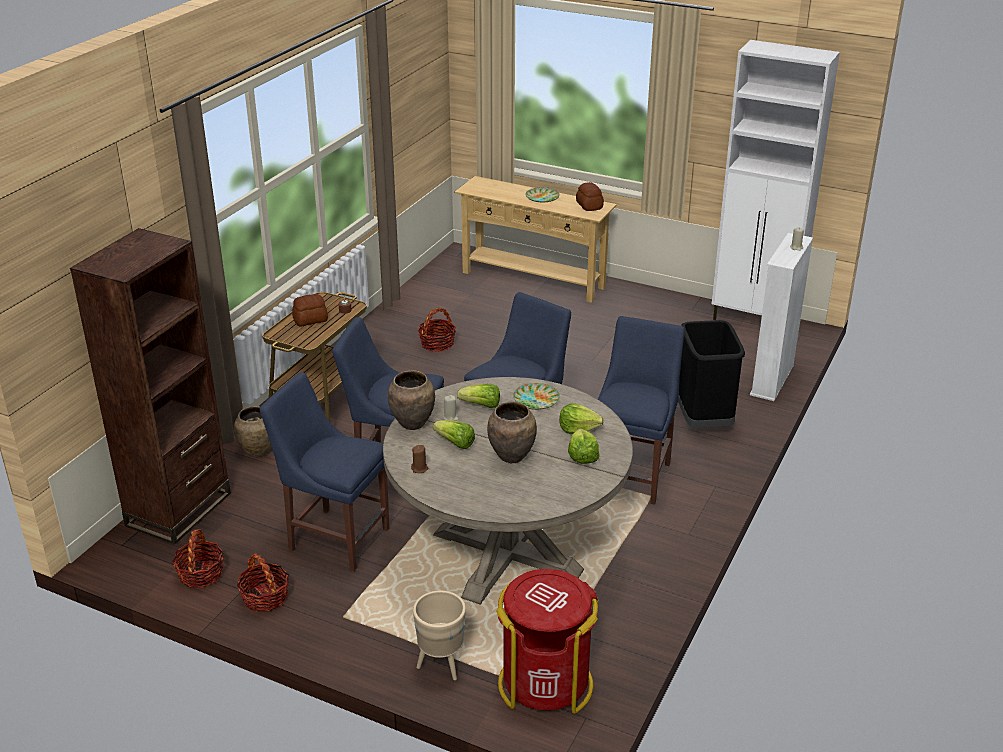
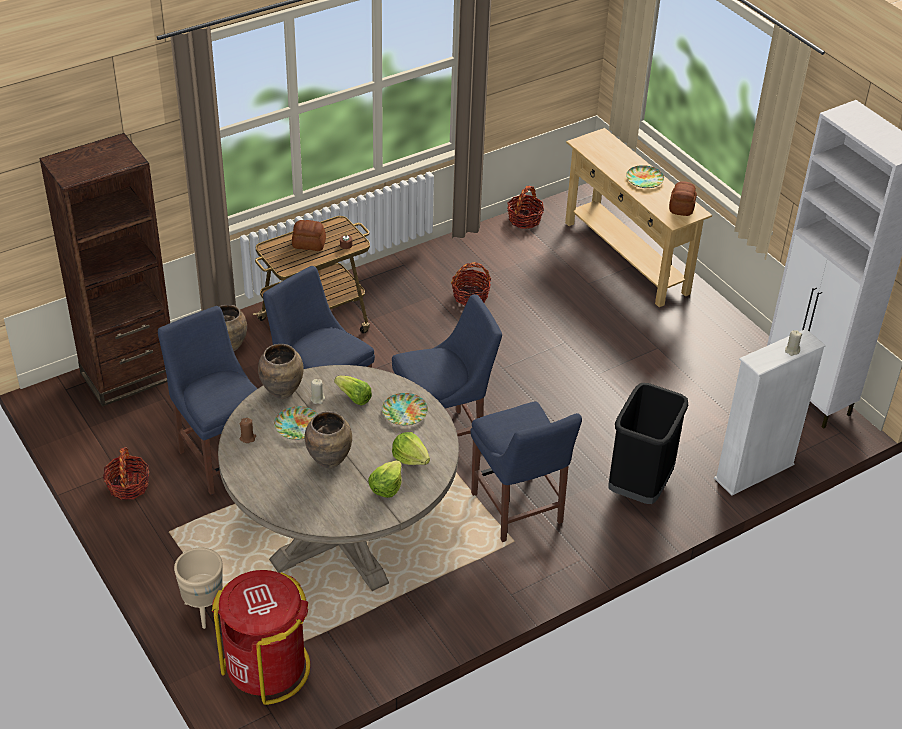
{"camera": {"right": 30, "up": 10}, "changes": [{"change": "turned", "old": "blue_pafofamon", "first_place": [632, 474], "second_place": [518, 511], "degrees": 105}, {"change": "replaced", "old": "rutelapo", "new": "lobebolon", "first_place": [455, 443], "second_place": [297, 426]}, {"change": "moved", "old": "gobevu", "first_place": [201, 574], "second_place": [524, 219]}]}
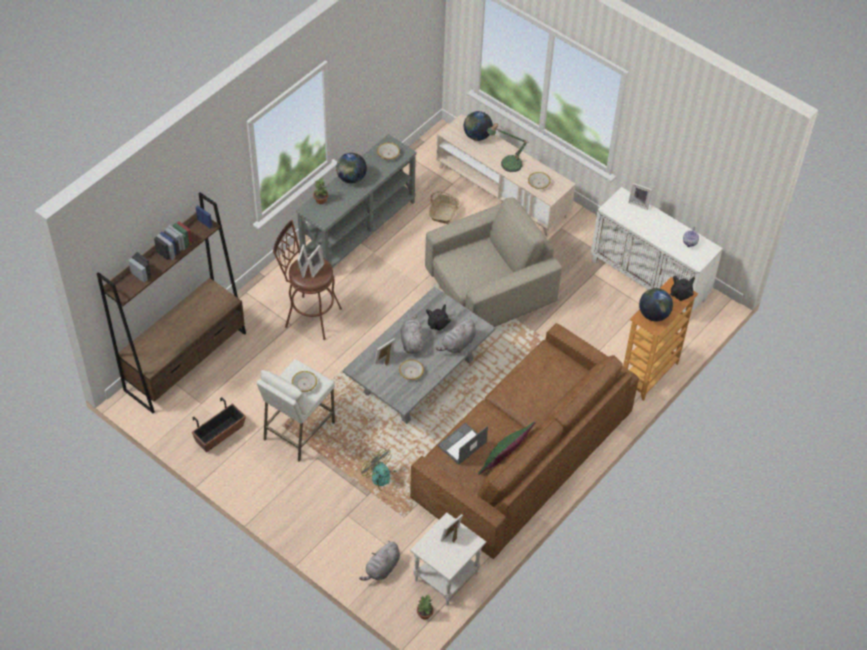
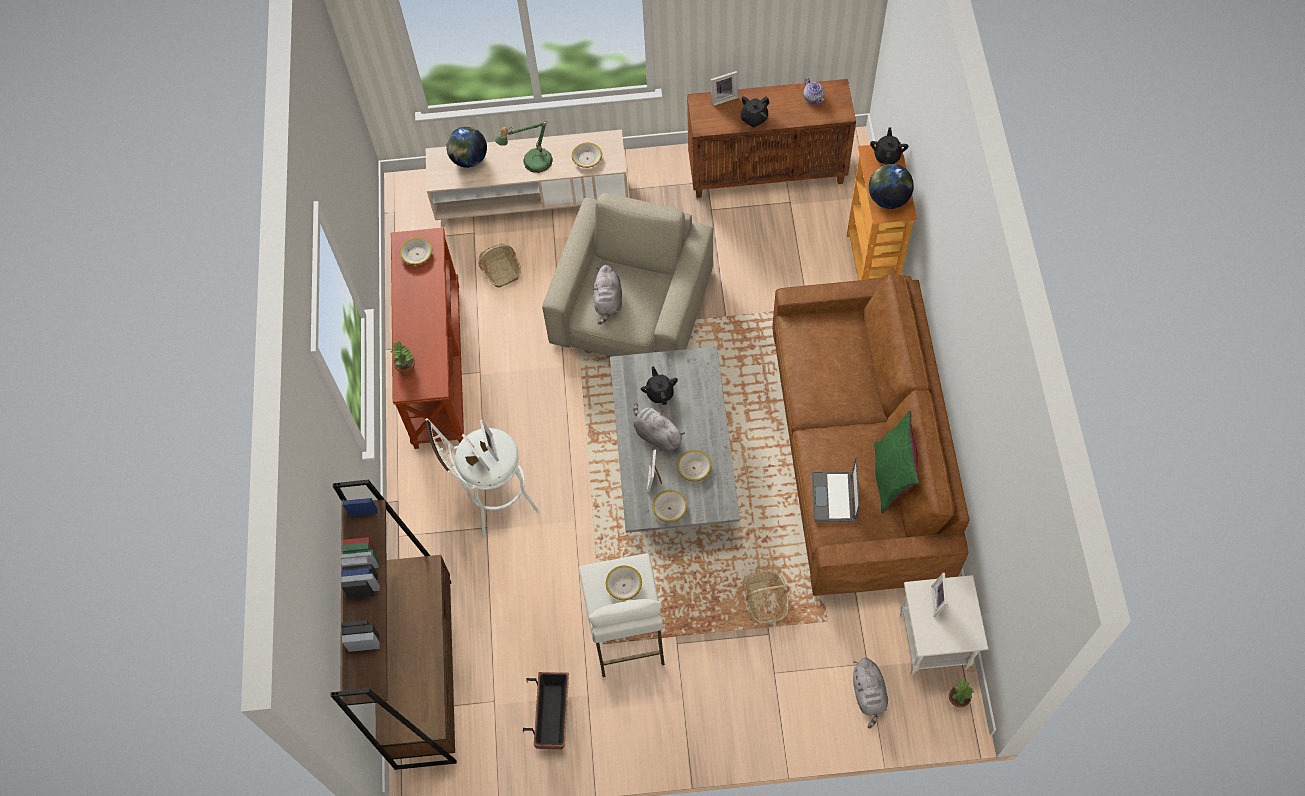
{"camera": {"right": -40, "up": 10}, "changes": [{"change": "recoloured", "old": "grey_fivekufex", "new": "brown_fivekufex", "first_place": [358, 230], "second_place": [436, 364]}, {"change": "removed", "old": "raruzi", "first_place": [351, 178]}, {"change": "recoloured", "old": "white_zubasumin", "new": "brown_zubasumin", "first_place": [649, 280], "second_place": [767, 171]}, {"change": "recoloured", "old": "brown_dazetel", "new": "white_dazetel", "first_place": [309, 315], "second_place": [493, 501]}, {"change": "moved", "old": "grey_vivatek", "first_place": [457, 344], "second_place": [608, 302]}, {"change": "replaced", "old": "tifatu", "new": "gobevu", "first_place": [385, 479], "second_place": [765, 600]}, {"change": "added", "new": "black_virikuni", "second_place": [753, 118]}, {"change": "added", "new": "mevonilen", "second_place": [669, 508]}]}
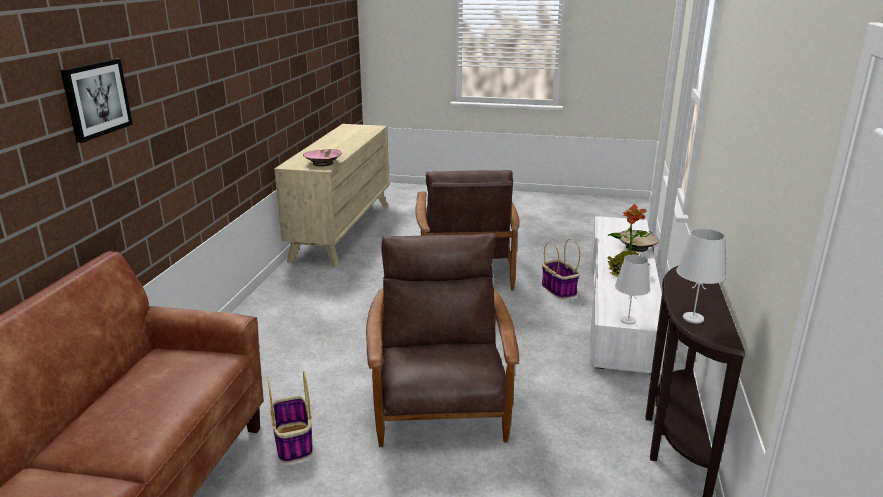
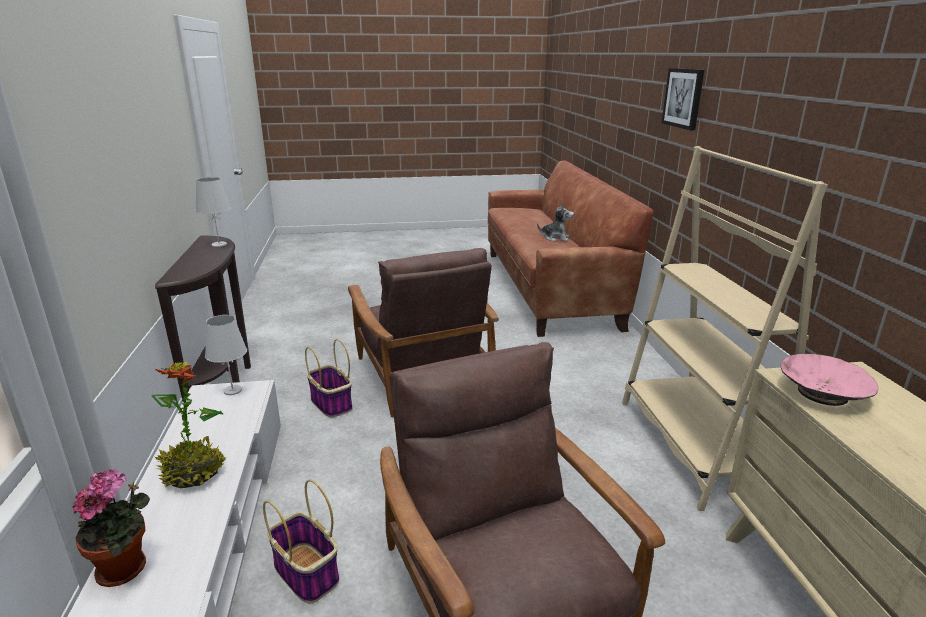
{"camera": {"right": 160, "up": 0}, "changes": [{"change": "replaced", "old": "beige_mevonilen", "new": "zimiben", "first_place": [636, 247], "second_place": [126, 568]}, {"change": "moved", "old": "gobevu", "first_place": [294, 443], "second_place": [330, 403]}, {"change": "added", "new": "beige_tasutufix", "second_place": [695, 445]}, {"change": "added", "new": "vivatek", "second_place": [555, 238]}]}
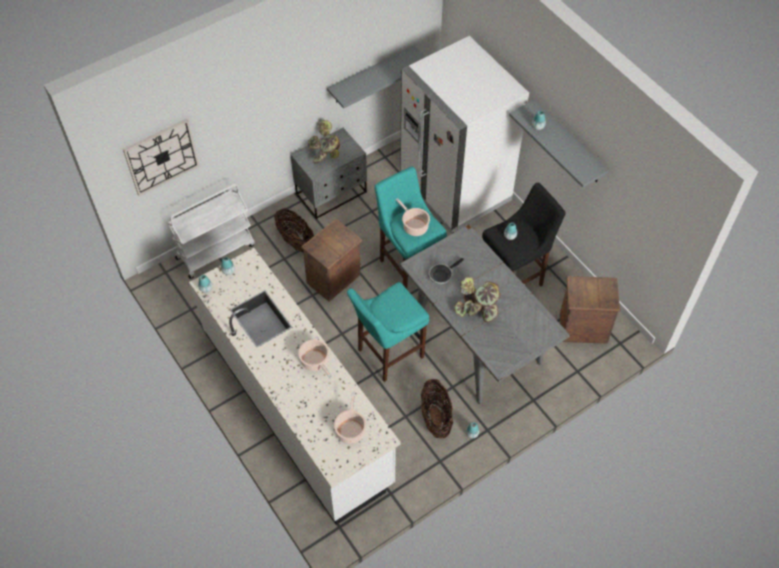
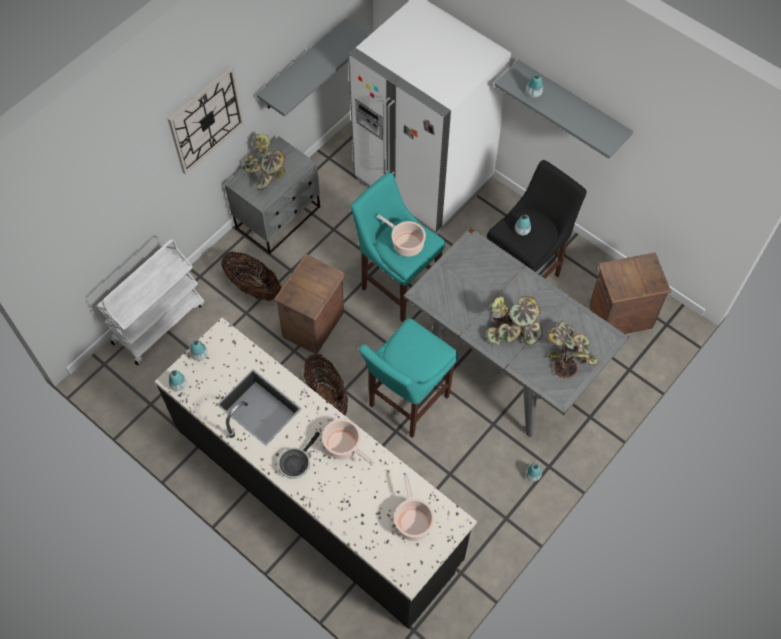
{"camera": {"right": -15, "up": 5}, "changes": [{"change": "moved", "old": "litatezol", "first_place": [161, 157], "second_place": [206, 120]}, {"change": "recoloured", "old": "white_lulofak", "new": "black_lulofak", "first_place": [297, 406], "second_place": [318, 493]}, {"change": "moved", "old": "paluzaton", "first_place": [442, 275], "second_place": [296, 462]}, {"change": "moved", "old": "gobevu", "first_place": [435, 417], "second_place": [326, 397]}, {"change": "added", "new": "zimiben", "second_place": [568, 355]}]}
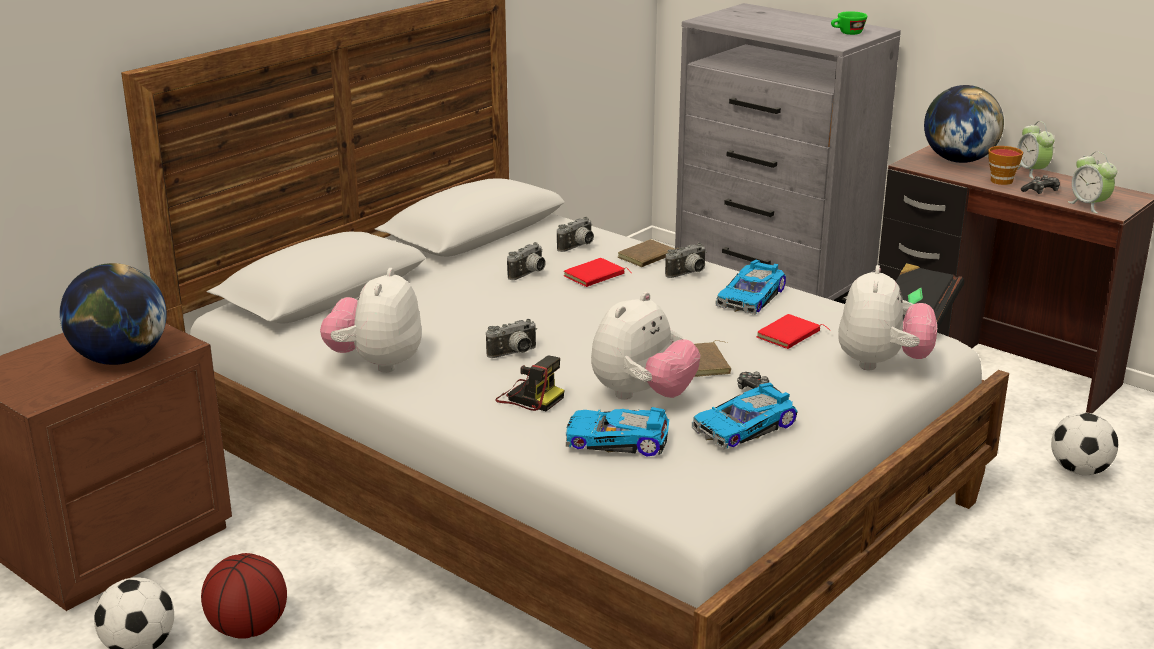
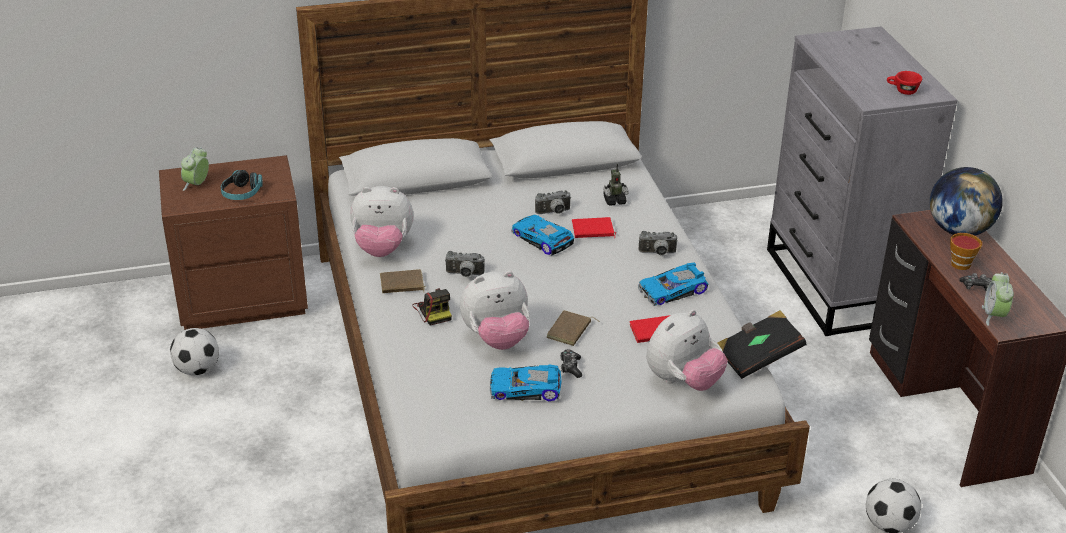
{"camera": {"right": 35, "up": 10}, "changes": [{"change": "recoloured", "old": "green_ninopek", "new": "red_ninopek", "first_place": [847, 33], "second_place": [902, 91]}, {"change": "moved", "old": "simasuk", "first_place": [1031, 172], "second_place": [197, 185]}, {"change": "replaced", "old": "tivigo", "new": "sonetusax", "first_place": [578, 247], "second_place": [614, 201]}, {"change": "moved", "old": "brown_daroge", "first_place": [648, 257], "second_place": [402, 285]}, {"change": "replaced", "old": "raruzi", "new": "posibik", "first_place": [120, 359], "second_place": [242, 193]}, {"change": "turned", "old": "vivatek", "first_place": [376, 363], "second_place": [382, 248], "degrees": -135}, {"change": "moved", "old": "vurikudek", "first_place": [617, 441], "second_place": [541, 239]}, {"change": "removed", "old": "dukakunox", "first_place": [249, 628]}]}
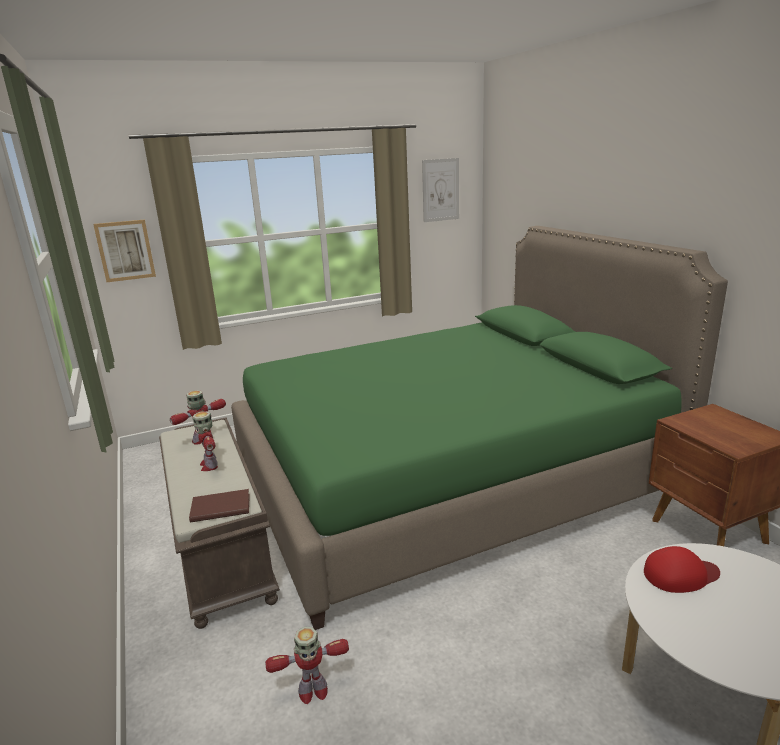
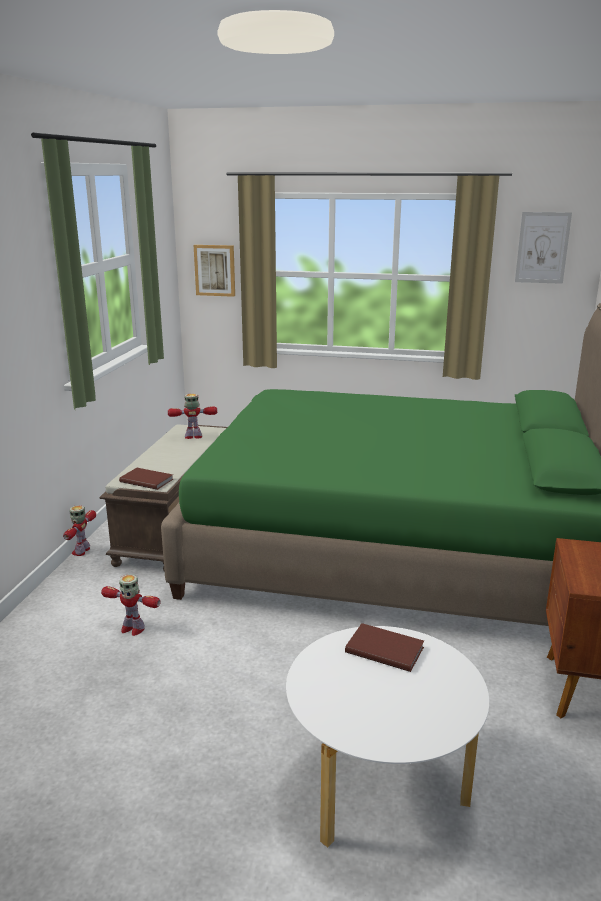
{"camera": {"right": 35, "up": 0}, "changes": [{"change": "moved", "old": "sonetusax", "first_place": [210, 465], "second_place": [82, 551]}, {"change": "replaced", "old": "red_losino", "new": "brown_daroge", "first_place": [680, 574], "second_place": [384, 648]}]}
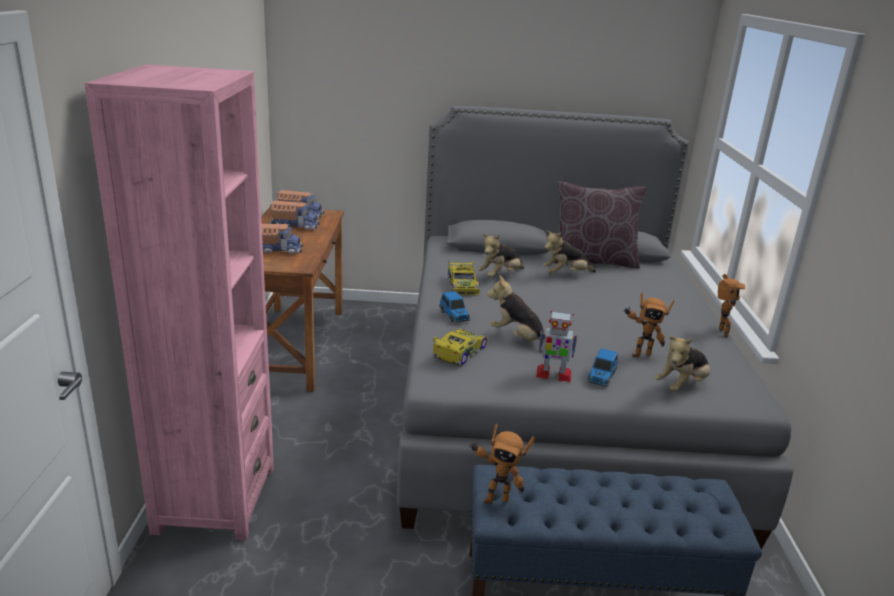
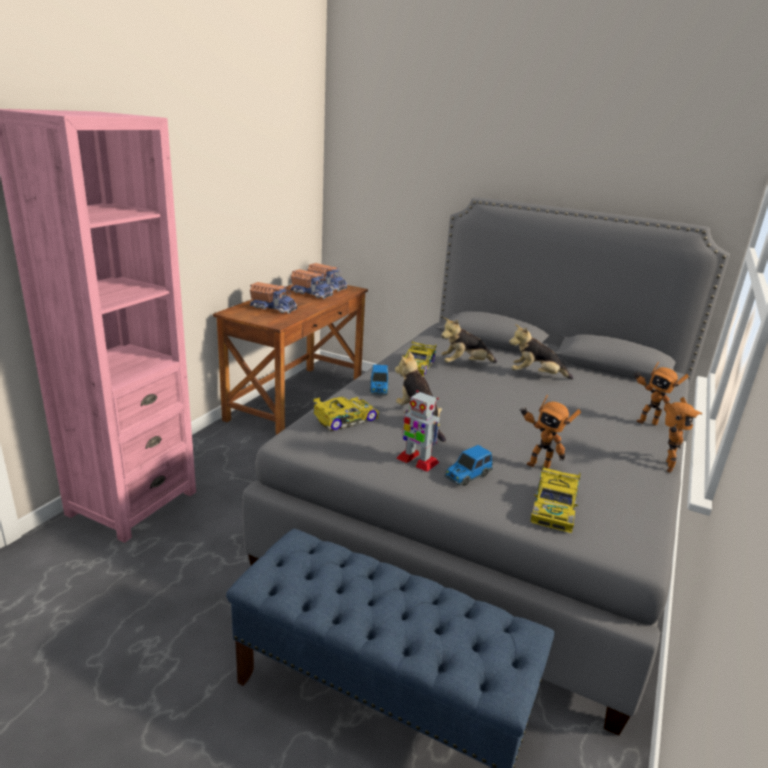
{"camera": {"right": 25, "up": 0}, "changes": [{"change": "removed", "old": "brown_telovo", "first_place": [593, 261]}, {"change": "replaced", "old": "vivatek", "new": "vurikudek", "first_place": [682, 386], "second_place": [554, 507]}, {"change": "moved", "old": "sonetusax", "first_place": [495, 498], "second_place": [646, 422]}]}
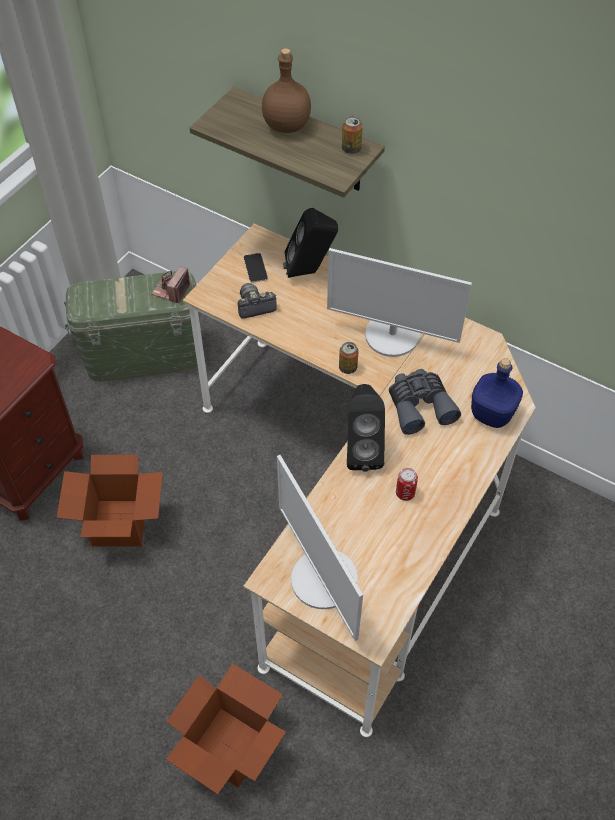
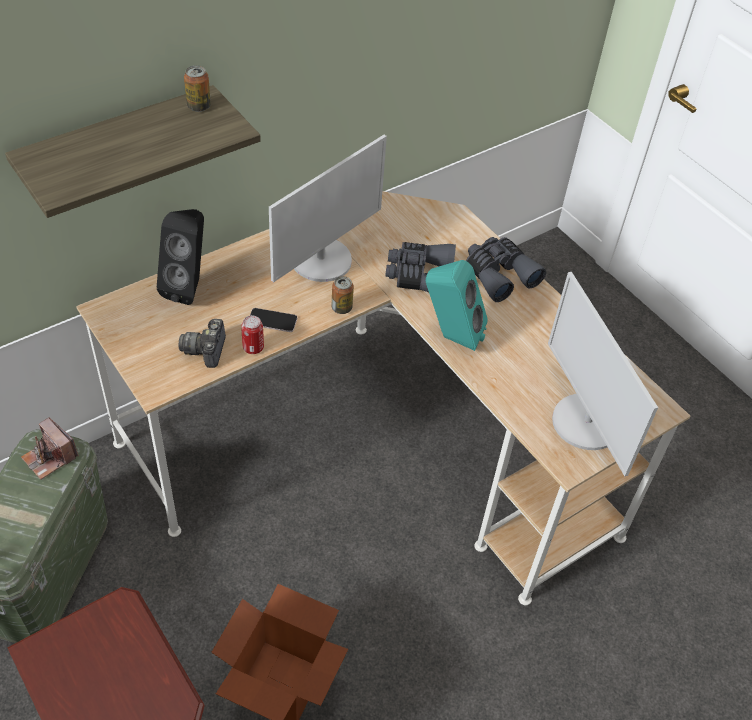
{"camera": {"right": -70, "up": -5}, "changes": [{"change": "removed", "old": "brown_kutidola", "first_place": [287, 126]}, {"change": "moved", "old": "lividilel", "first_place": [255, 268], "second_place": [272, 320]}, {"change": "removed", "old": "blue_kutidola", "first_place": [492, 413]}, {"change": "recoloured", "old": "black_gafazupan", "new": "turquoise_gafazupan", "first_place": [362, 450], "second_place": [450, 337]}, {"change": "turned", "old": "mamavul", "first_place": [323, 580], "second_place": [586, 423], "degrees": 75}, {"change": "moved", "old": "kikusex", "first_place": [405, 493], "second_place": [253, 347]}, {"change": "removed", "old": "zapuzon", "first_place": [229, 747]}, {"change": "added", "new": "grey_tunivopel", "second_place": [499, 274]}]}
